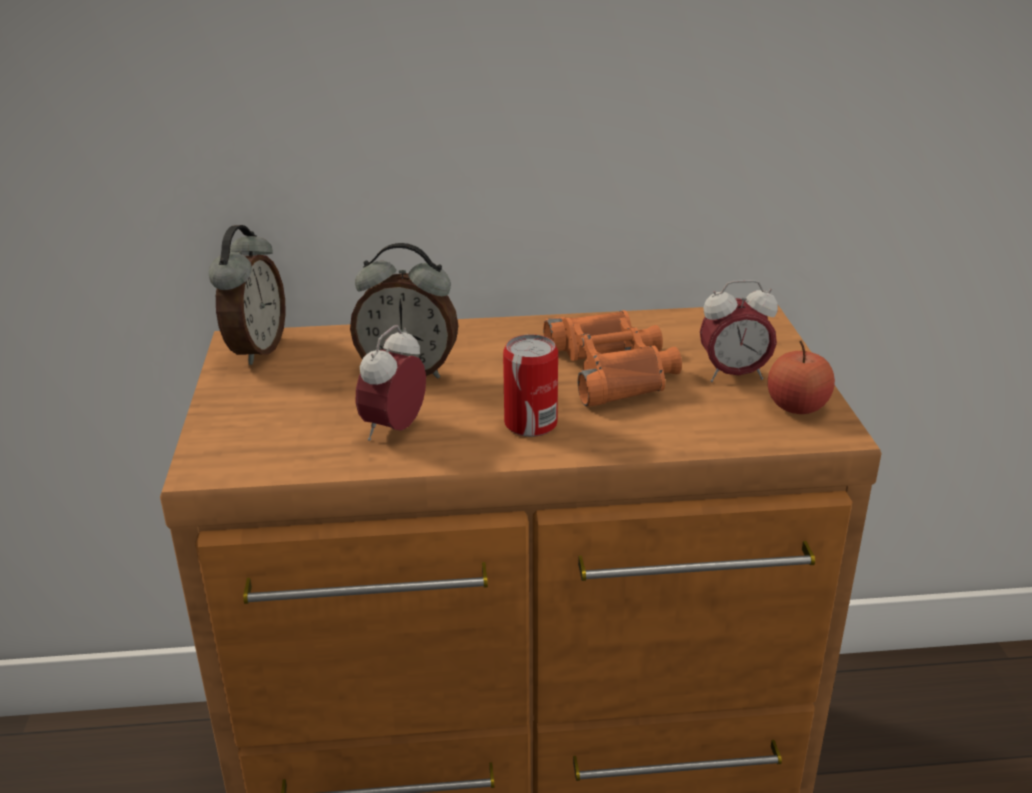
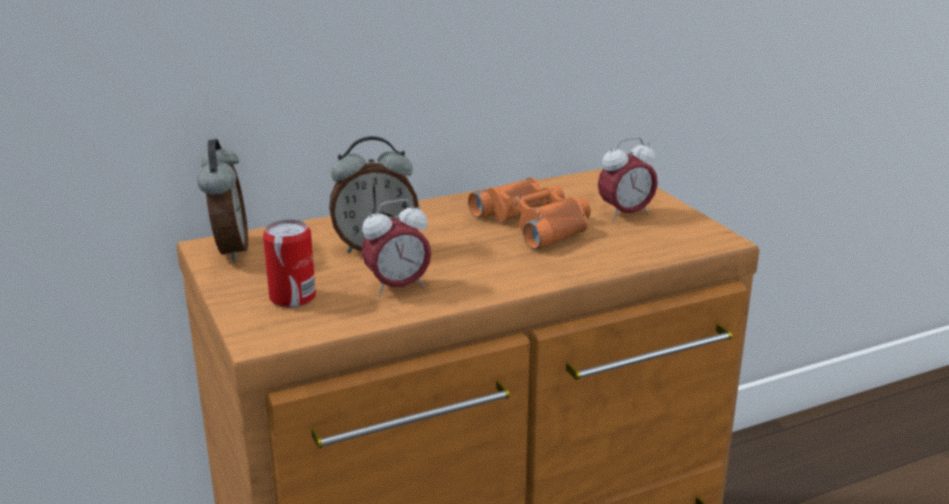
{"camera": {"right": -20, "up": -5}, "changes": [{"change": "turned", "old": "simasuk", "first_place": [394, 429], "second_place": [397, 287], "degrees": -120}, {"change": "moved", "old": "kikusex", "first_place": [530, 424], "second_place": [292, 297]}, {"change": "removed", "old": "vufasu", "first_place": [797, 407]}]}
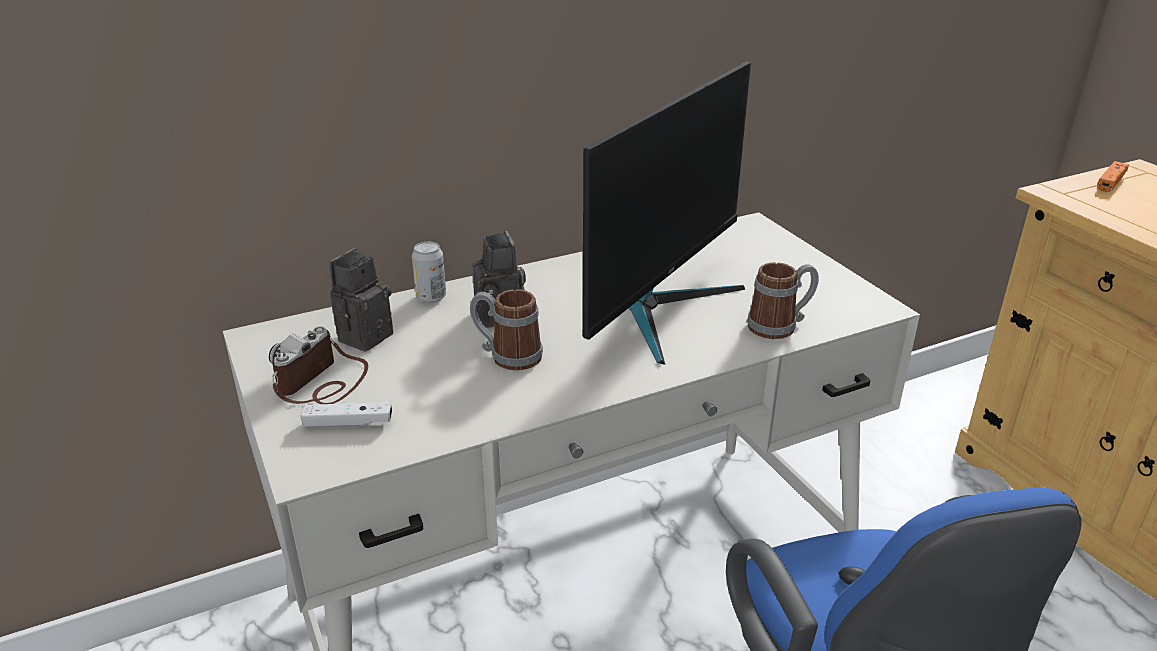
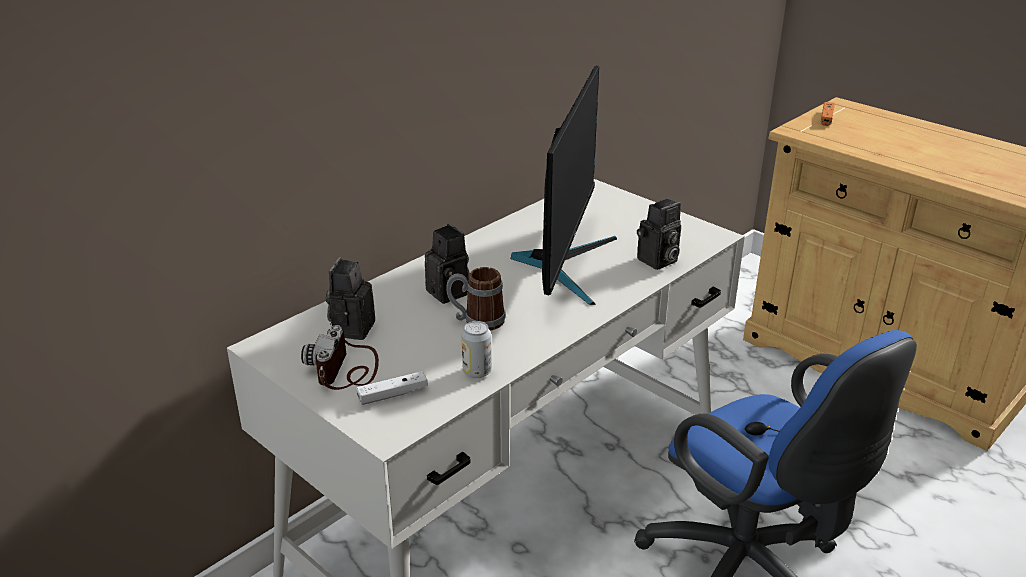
{"camera": {"right": -20, "up": 0}, "changes": [{"change": "moved", "old": "kikusex", "first_place": [431, 297], "second_place": [477, 372]}, {"change": "replaced", "old": "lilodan", "new": "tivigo", "first_place": [780, 326], "second_place": [657, 261]}]}
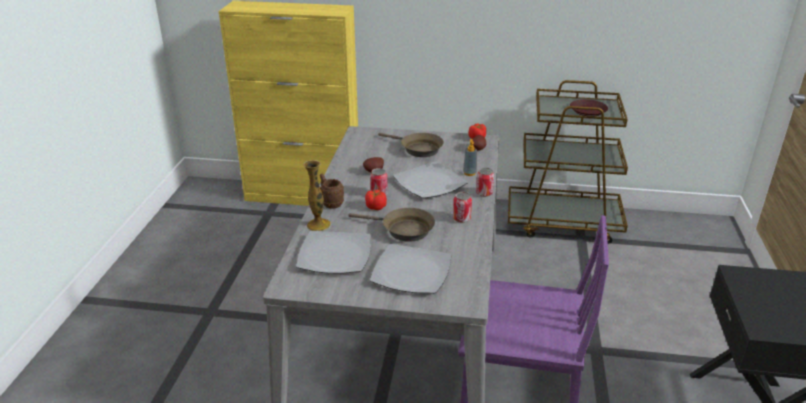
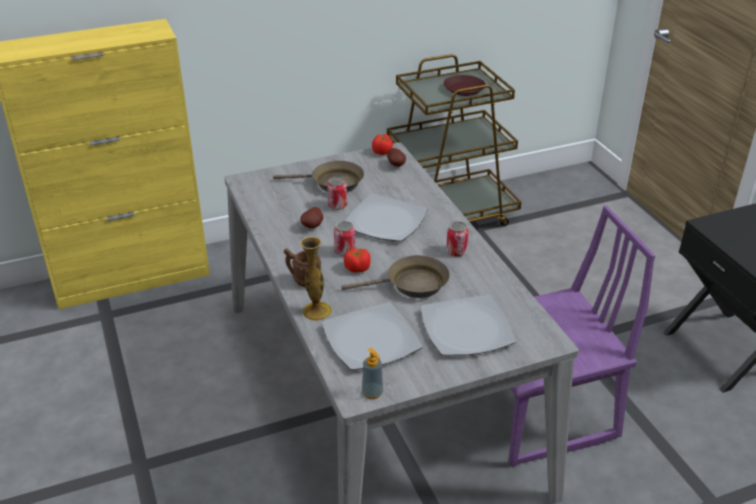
{"camera": {"right": -30, "up": 5}, "changes": [{"change": "moved", "old": "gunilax", "first_place": [469, 173], "second_place": [372, 393]}, {"change": "moved", "old": "kikusex", "first_place": [484, 193], "second_place": [337, 205]}]}
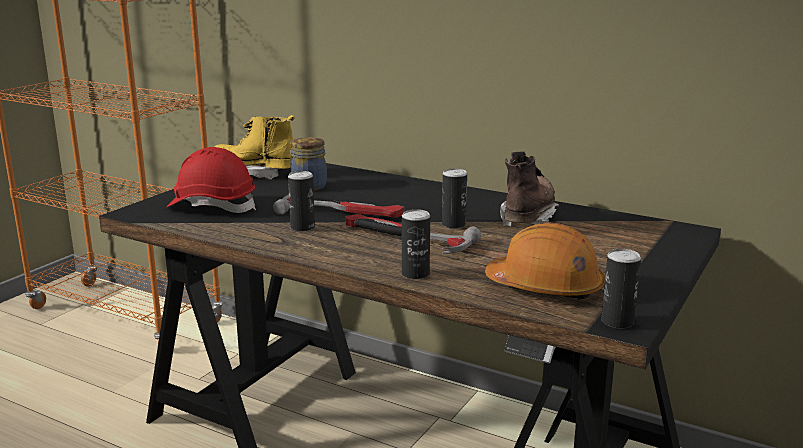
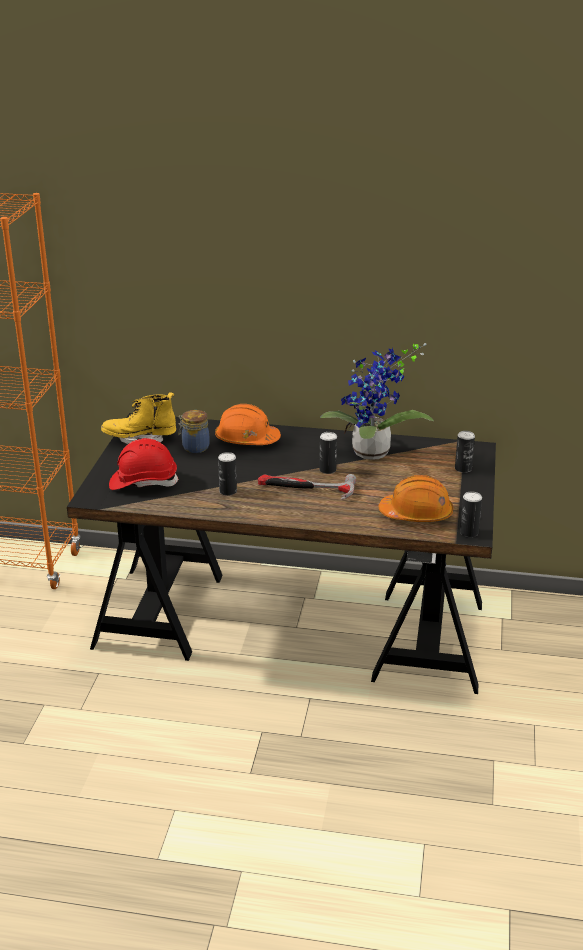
{"camera": {"right": -20, "up": 10}, "changes": [{"change": "replaced", "old": "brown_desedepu", "new": "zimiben", "first_place": [528, 218], "second_place": [372, 455]}, {"change": "removed", "old": "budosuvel", "first_place": [342, 212]}, {"change": "moved", "old": "kikusex", "first_place": [415, 274], "second_place": [463, 468]}, {"change": "added", "new": "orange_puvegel", "second_place": [246, 439]}]}
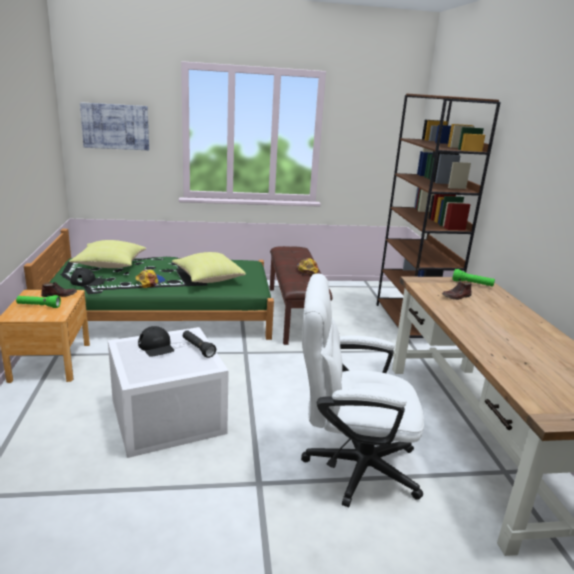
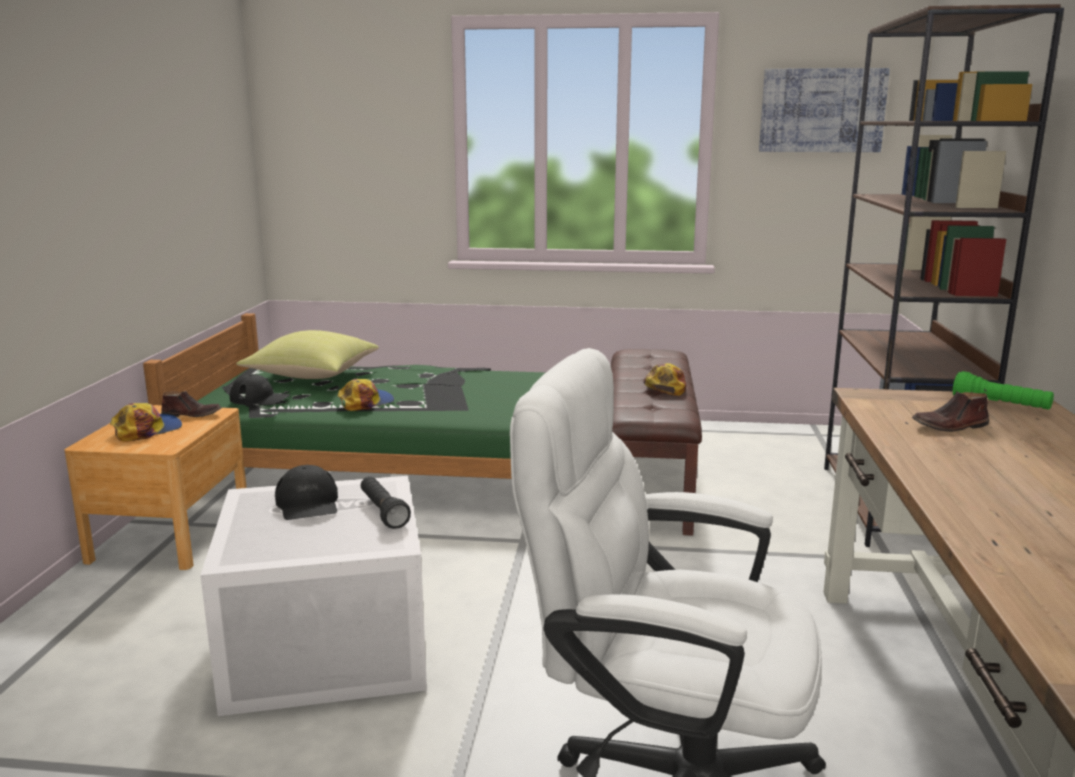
{"camera": {"right": 15, "up": -5}, "changes": [{"change": "moved", "old": "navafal", "first_place": [115, 126], "second_place": [822, 110]}, {"change": "removed", "old": "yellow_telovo", "first_place": [207, 279]}, {"change": "replaced", "old": "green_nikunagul", "new": "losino", "first_place": [39, 306], "second_place": [147, 430]}]}
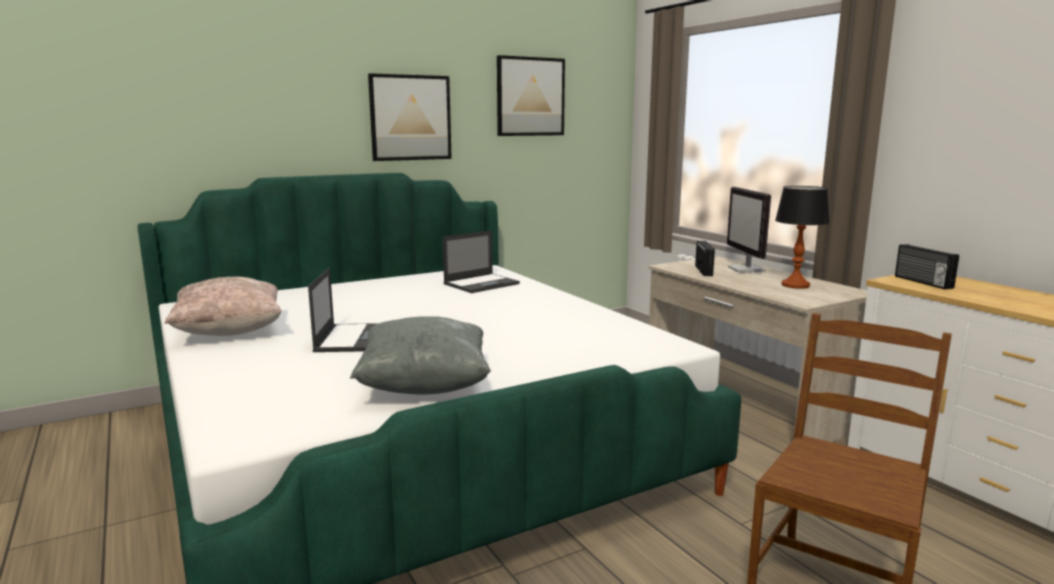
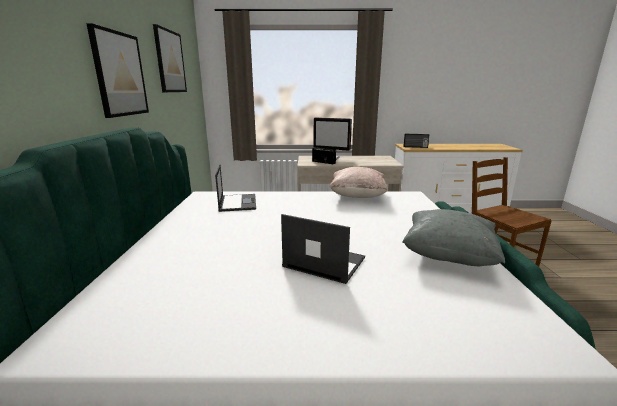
{"camera": {"right": -60, "up": 5}, "changes": [{"change": "removed", "old": "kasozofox", "first_place": [795, 285]}, {"change": "moved", "old": "beige_telovo", "first_place": [230, 331], "second_place": [357, 196]}]}
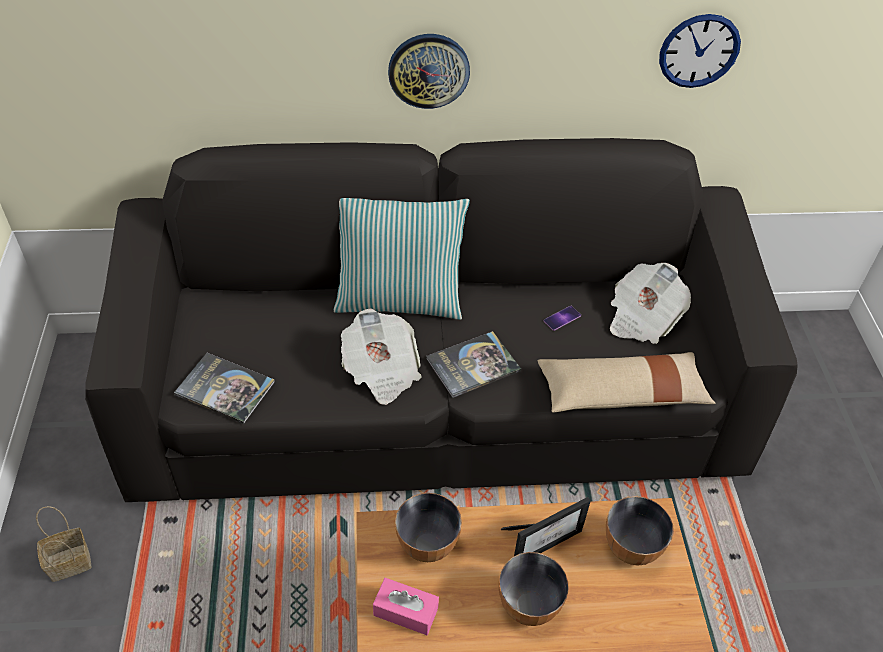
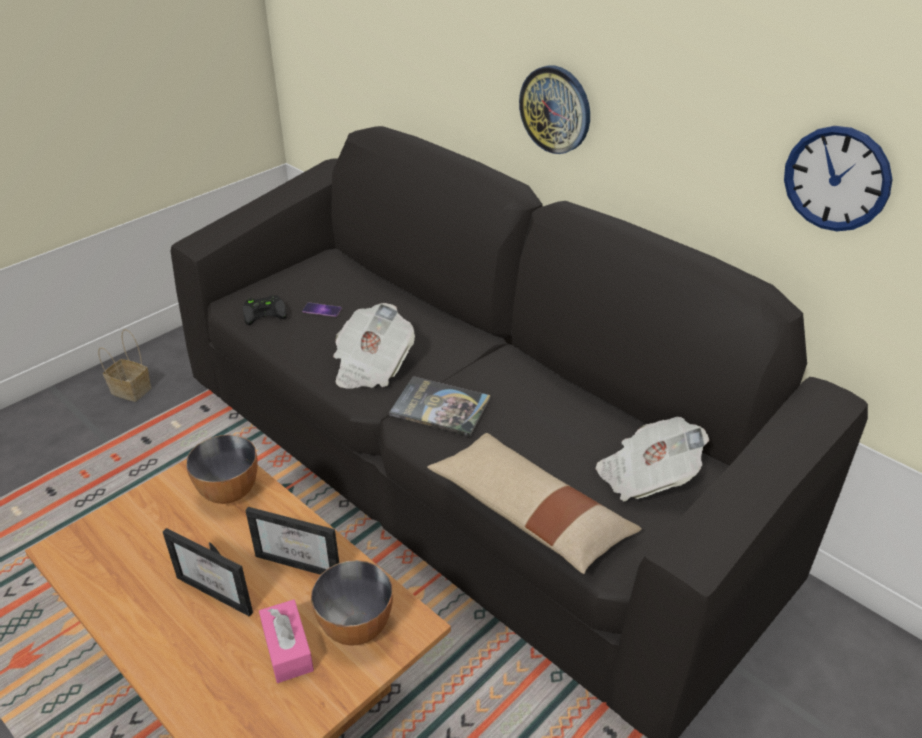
{"camera": {"right": 50, "up": -10}, "changes": [{"change": "removed", "old": "telovo", "first_place": [399, 300]}, {"change": "moved", "old": "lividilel", "first_place": [562, 318], "second_place": [322, 310]}, {"change": "replaced", "old": "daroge", "new": "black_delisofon", "first_place": [225, 388], "second_place": [265, 311]}, {"change": "replaced", "old": "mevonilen", "new": "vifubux", "first_place": [529, 605], "second_place": [222, 589]}, {"change": "moved", "old": "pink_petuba", "first_place": [405, 611], "second_place": [287, 649]}]}
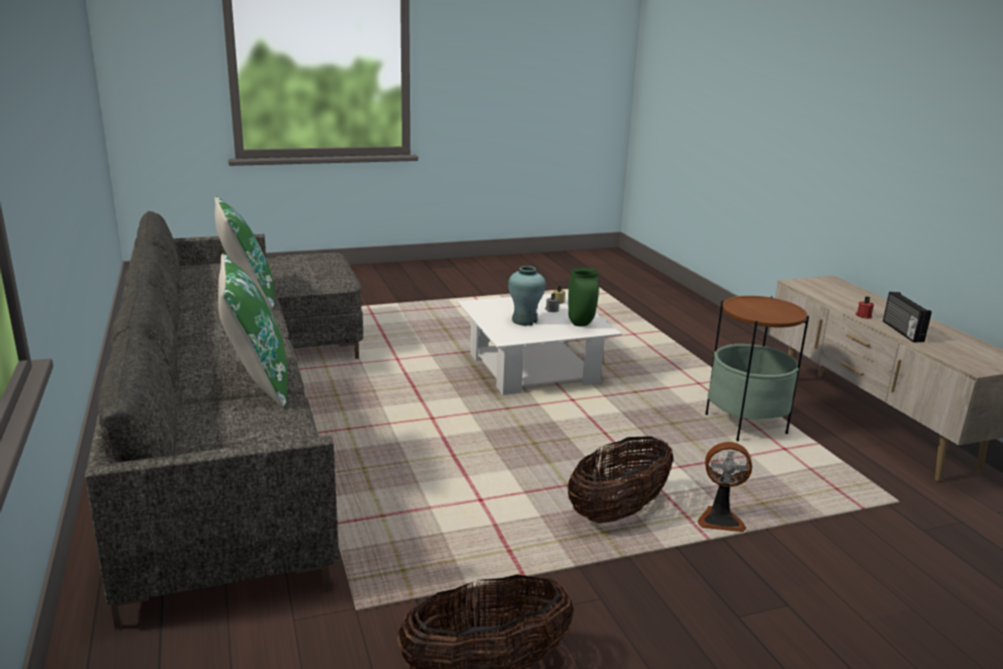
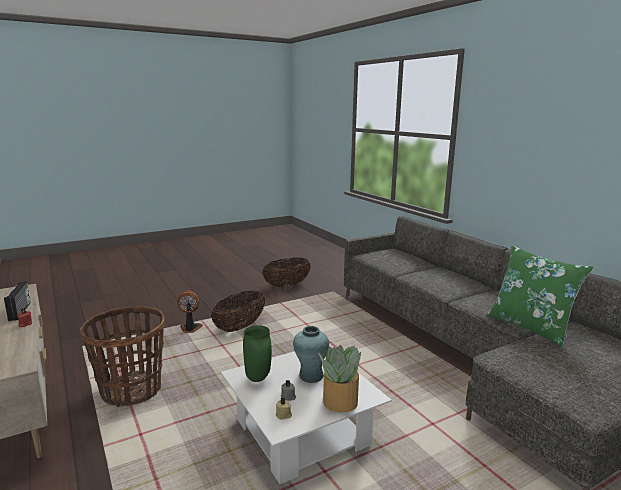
{"camera": {"right": 170, "up": -5}, "changes": [{"change": "removed", "old": "green_telovo", "first_place": [257, 383]}, {"change": "replaced", "old": "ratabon", "new": "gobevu", "first_place": [745, 425], "second_place": [131, 390]}, {"change": "added", "new": "zimiben", "second_place": [339, 402]}]}
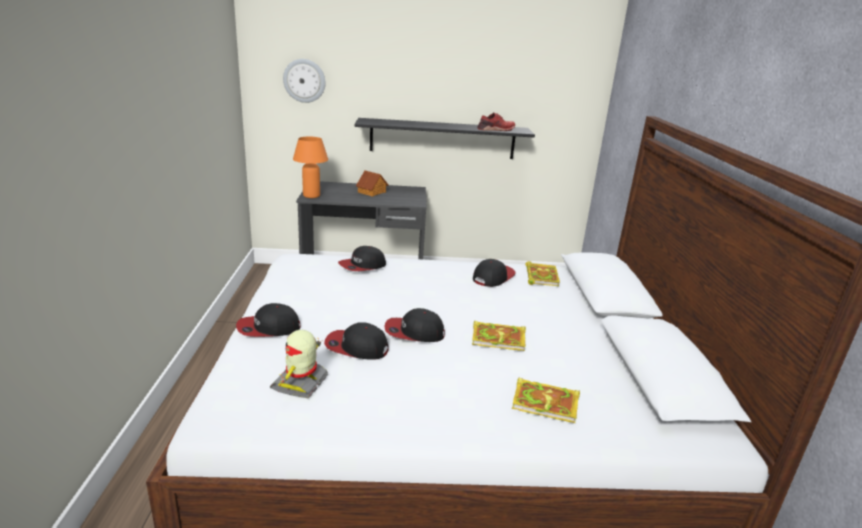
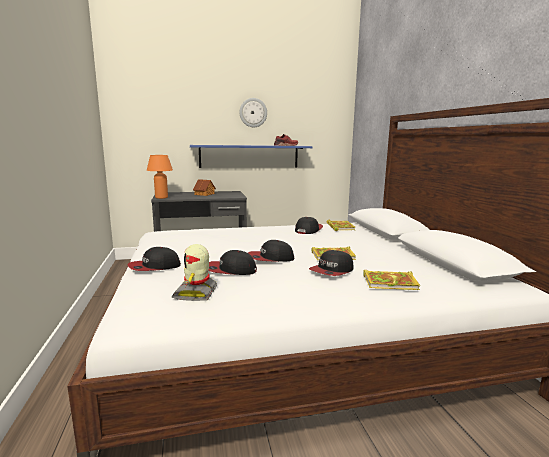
{"camera": {"right": -10, "up": -10}, "changes": [{"change": "moved", "old": "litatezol", "first_place": [304, 80], "second_place": [253, 112]}, {"change": "recoloured", "old": "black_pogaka", "new": "blue_pogaka", "first_place": [442, 138], "second_place": [249, 156]}, {"change": "moved", "old": "losino", "first_place": [362, 266], "second_place": [332, 271]}]}
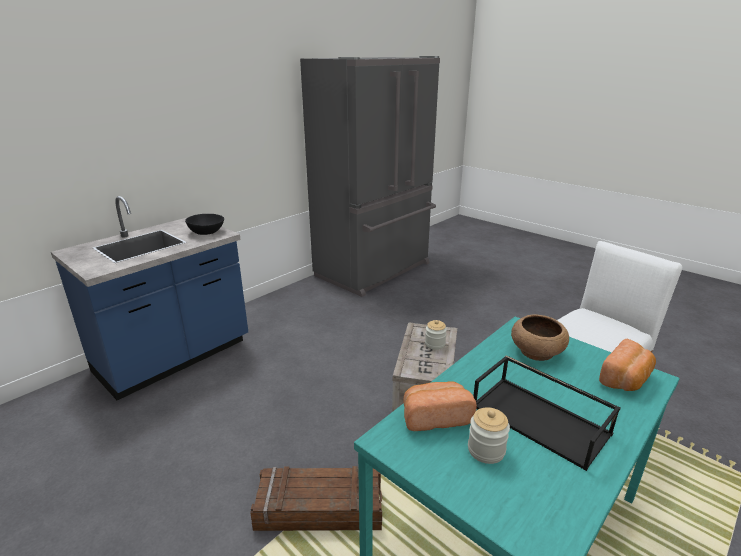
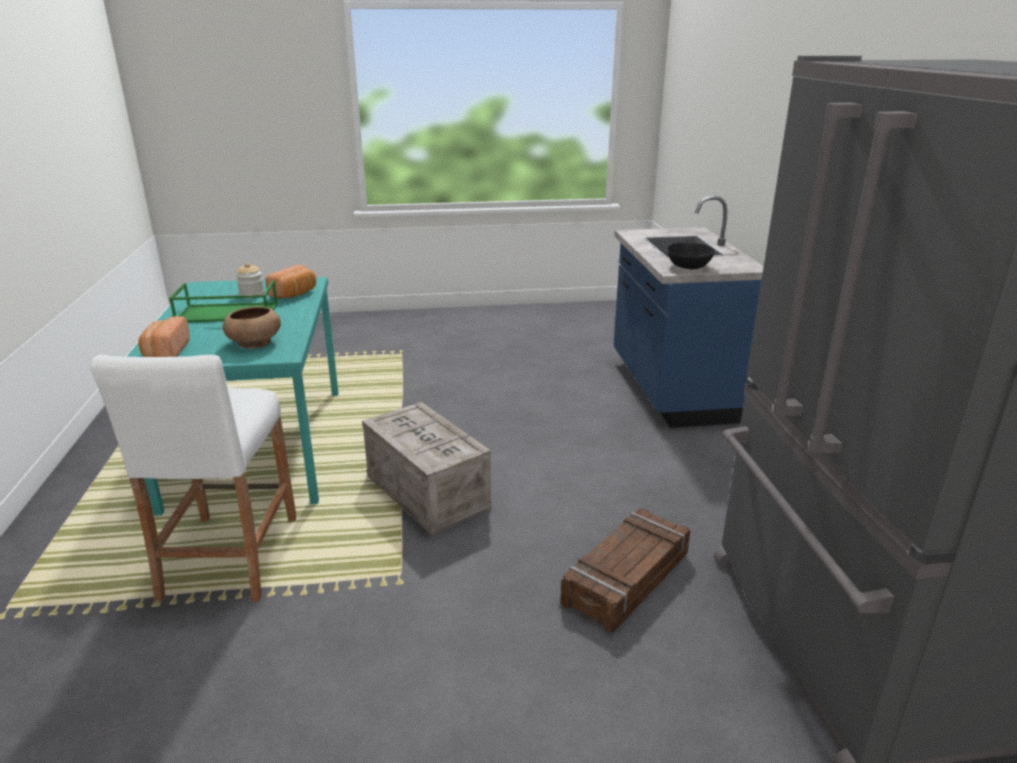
{"camera": {"right": 130, "up": 0}, "changes": [{"change": "removed", "old": "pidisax", "first_place": [435, 344]}, {"change": "recoloured", "old": "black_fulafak", "new": "green_fulafak", "first_place": [541, 420], "second_place": [226, 313]}, {"change": "moved", "old": "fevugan", "first_place": [319, 507], "second_place": [627, 579]}]}
